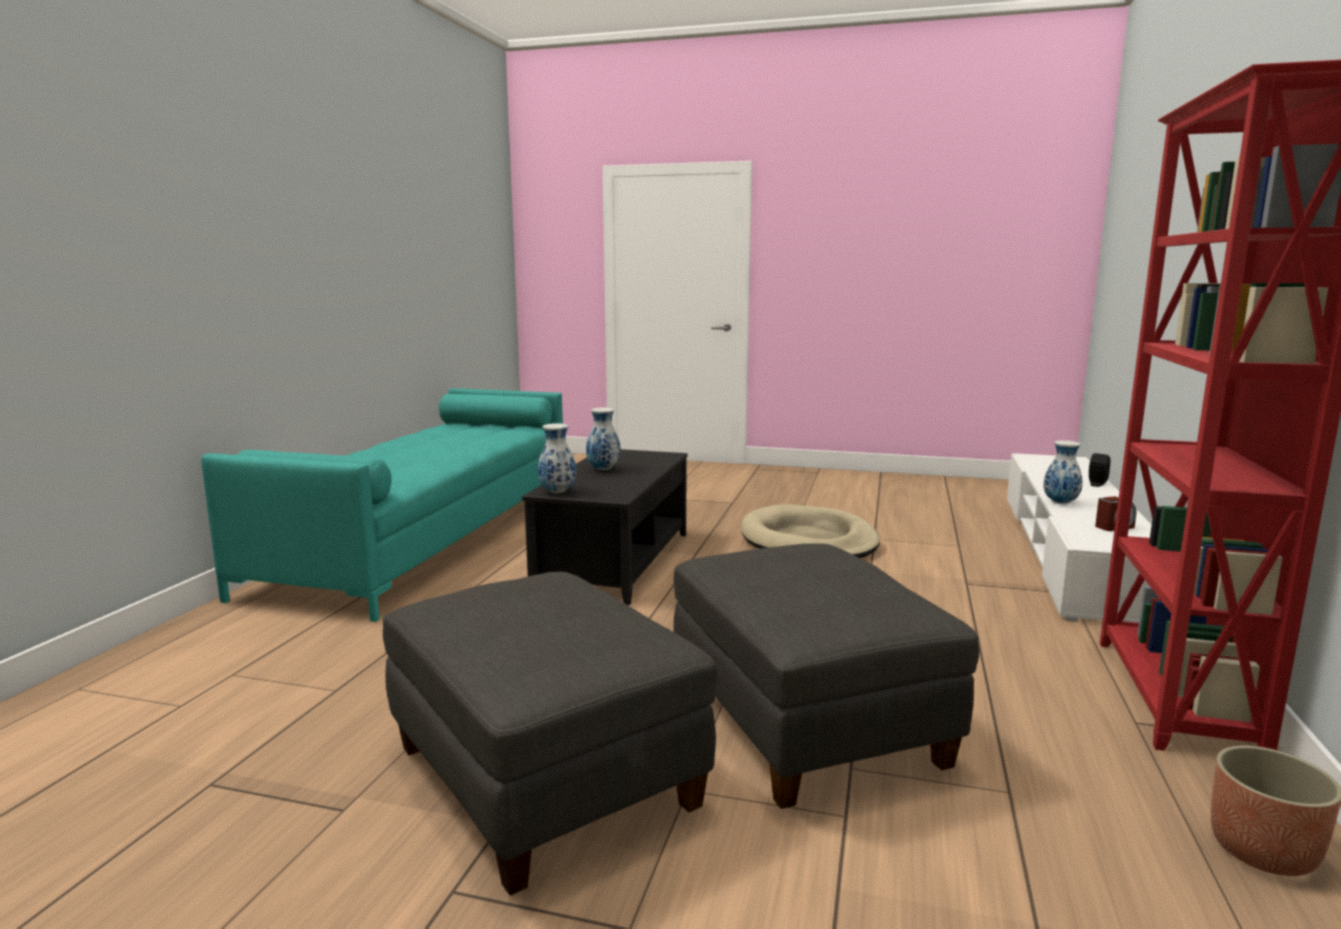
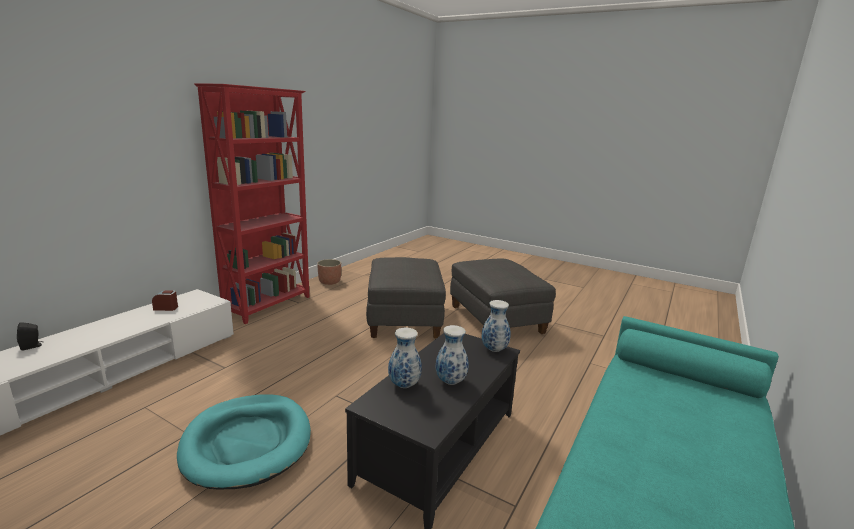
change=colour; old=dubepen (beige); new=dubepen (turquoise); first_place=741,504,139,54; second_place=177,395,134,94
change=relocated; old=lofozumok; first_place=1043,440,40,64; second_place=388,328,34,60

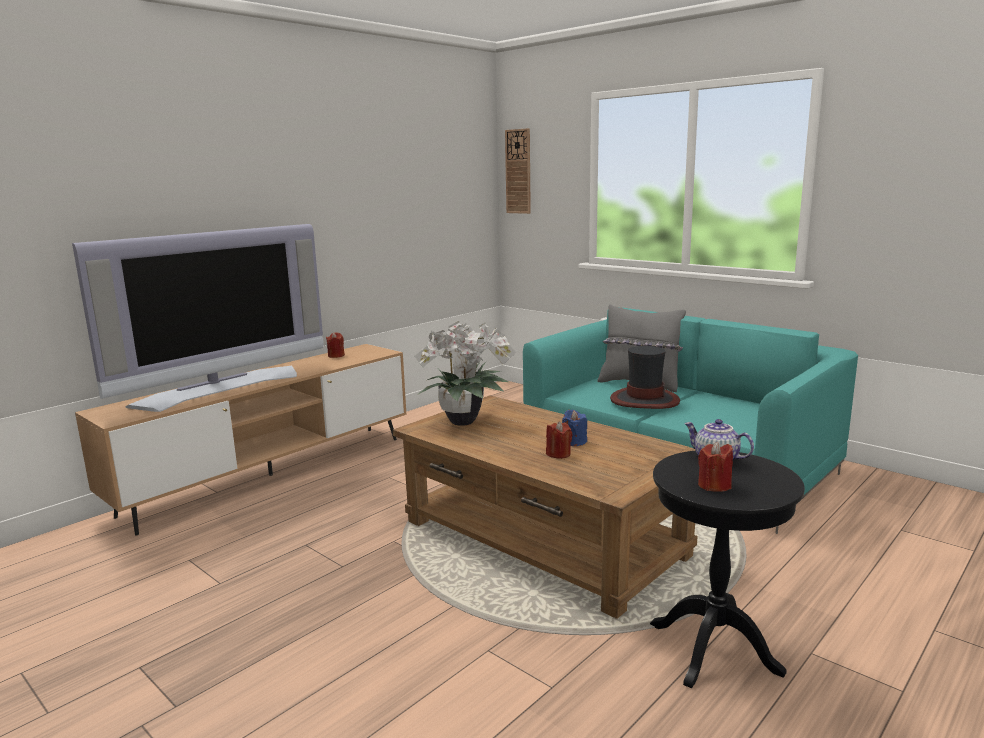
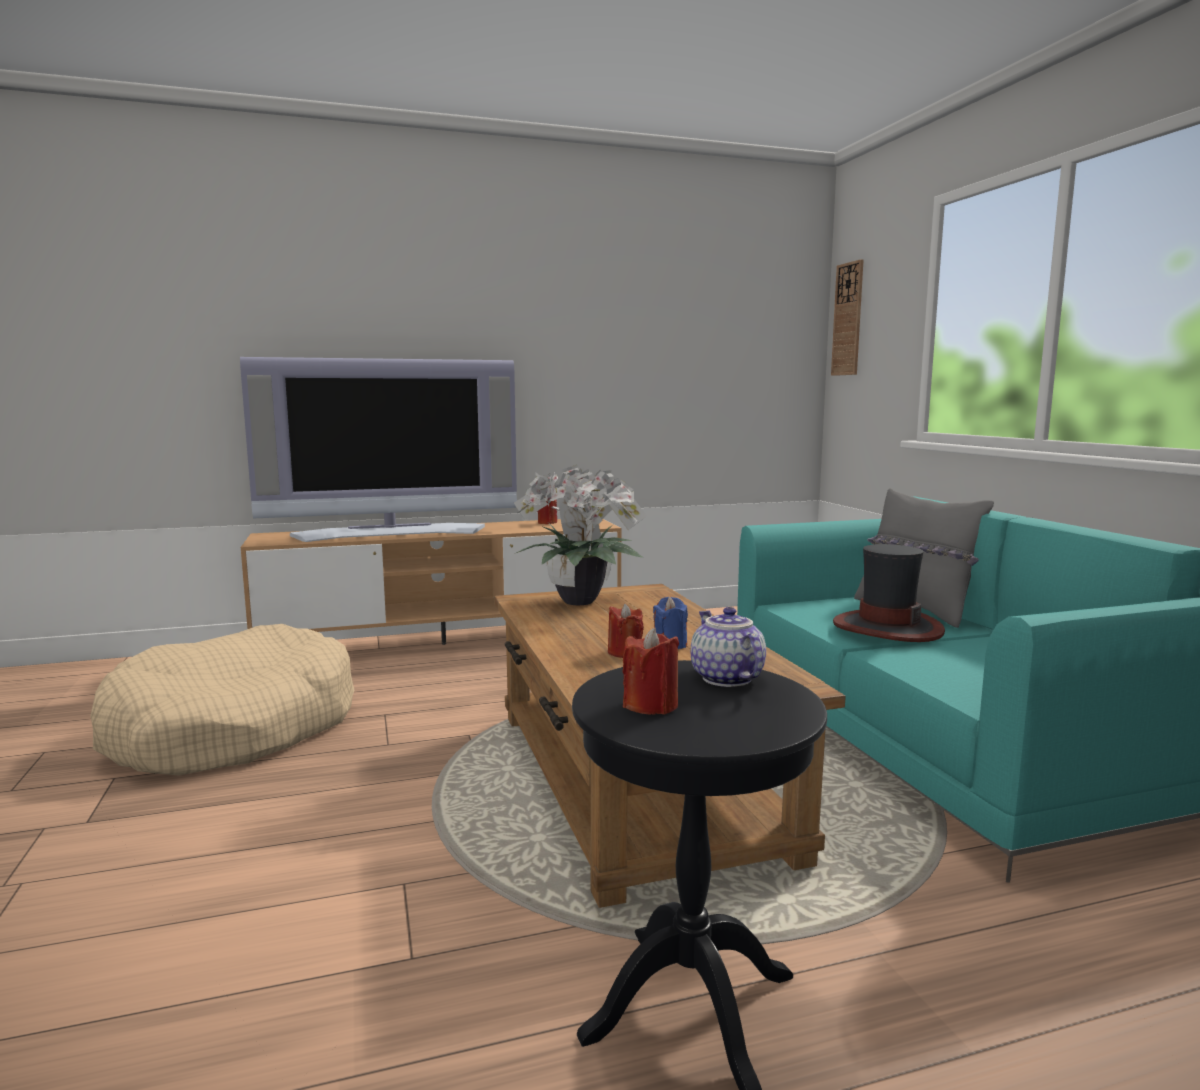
change=appeared; new=dubepen (beige); second_place=90,624,265,152

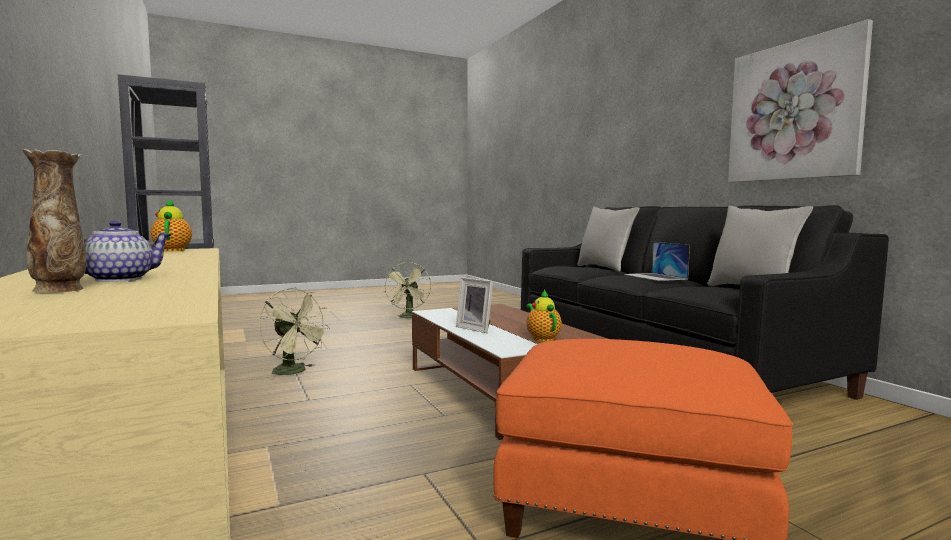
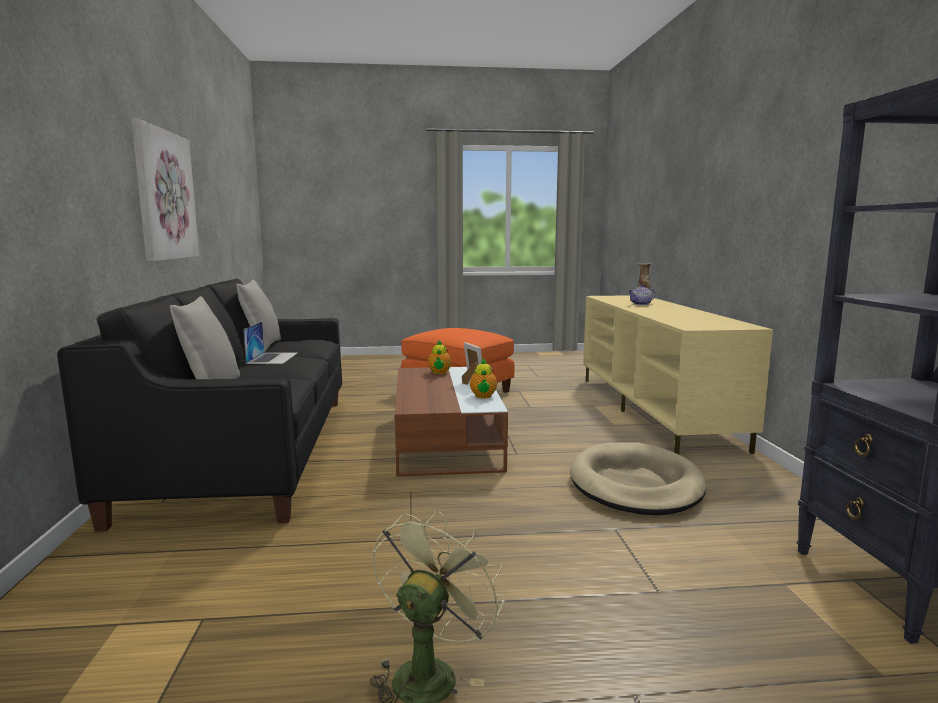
change=relocated; old=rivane; first_place=151,199,41,53; second_place=470,358,27,41
change=exchanged; old=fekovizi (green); new=dubepen (beige); first_place=259,288,71,91; second_place=570,442,136,73

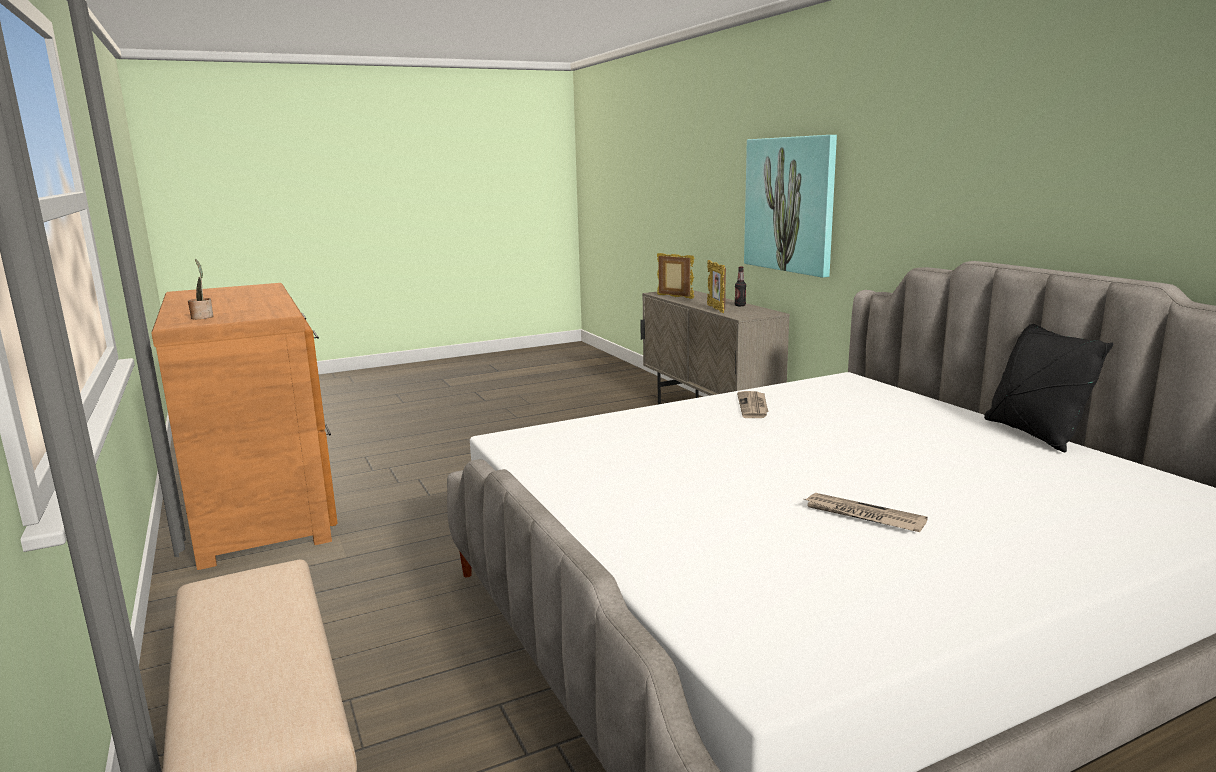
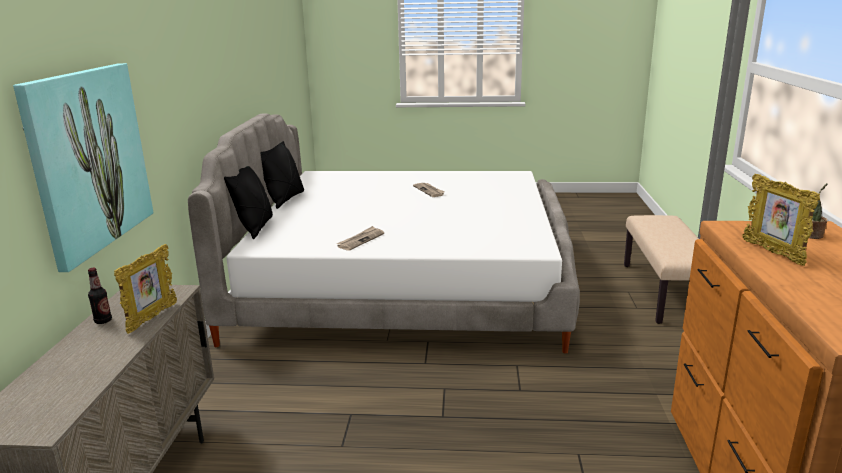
change=relocated; old=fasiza; first_place=657,253,38,46; second_place=742,174,78,92
change=appeared; new=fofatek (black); second_place=224,166,49,73

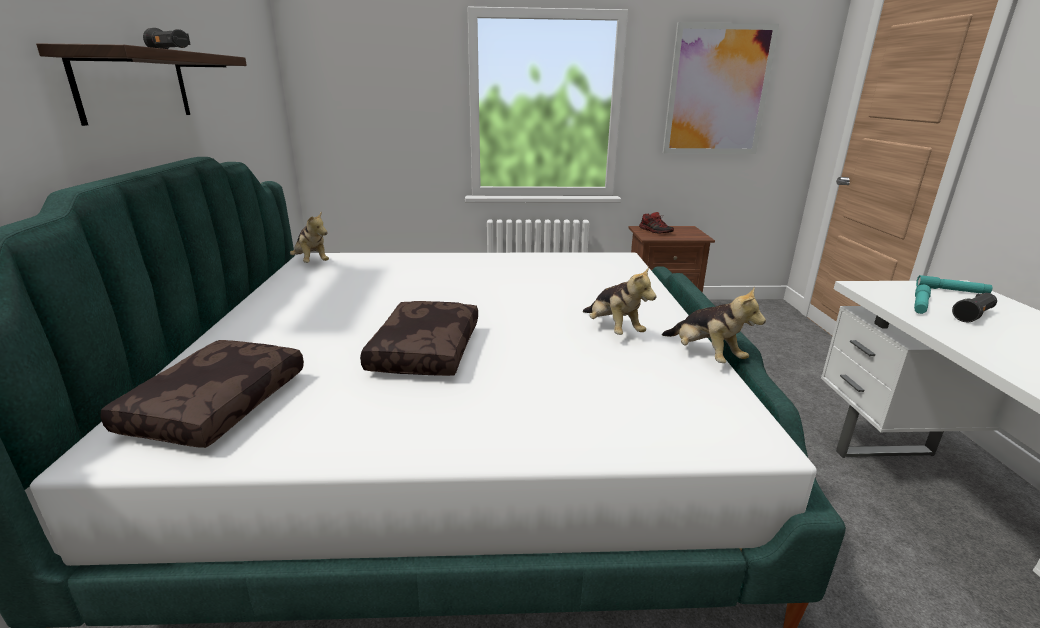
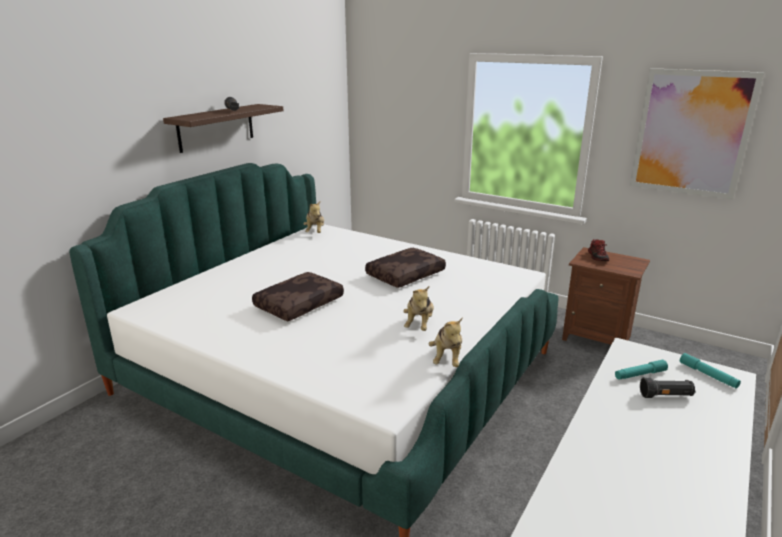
change=relocated; old=fofatek (brown); first_place=100,340,204,108; second_place=365,248,81,40

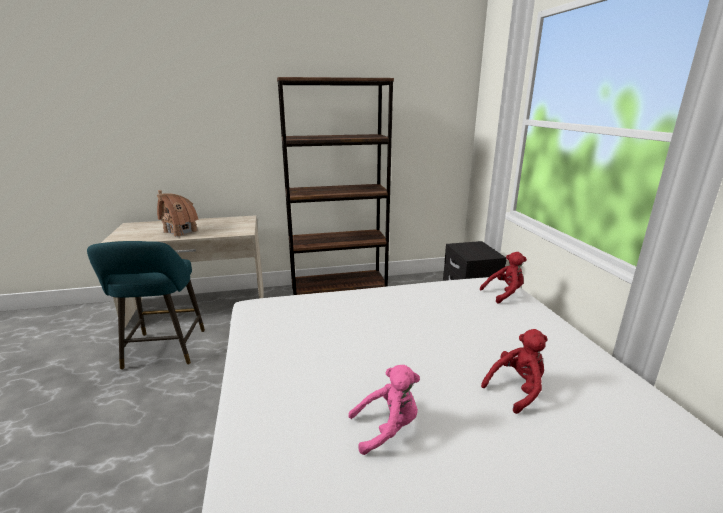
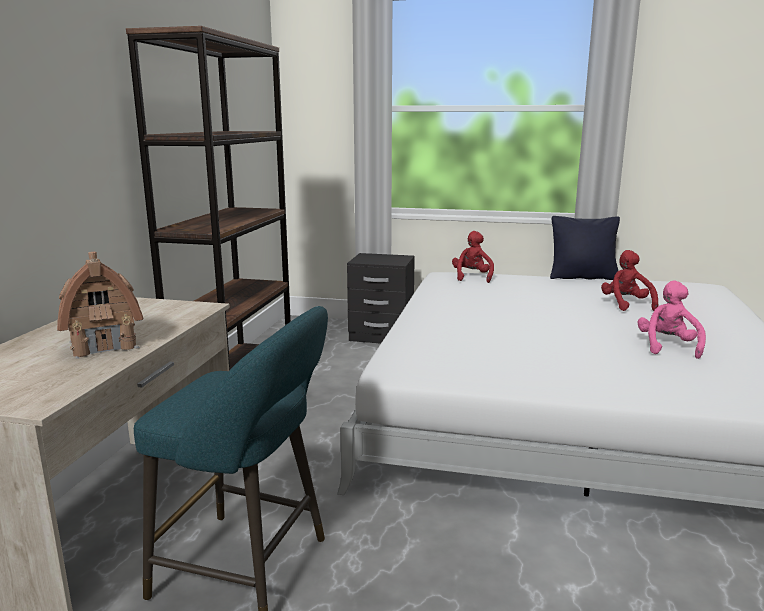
change=appeared; new=fofatek (black); second_place=550,216,70,64

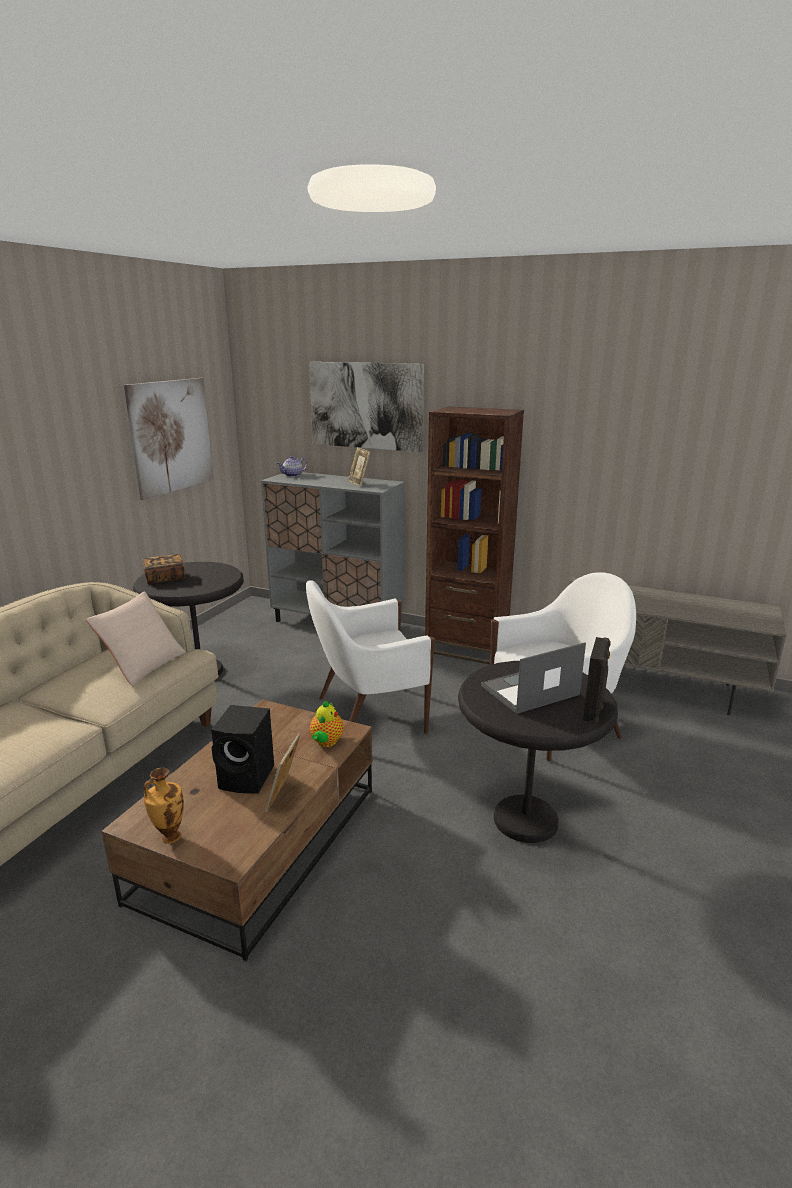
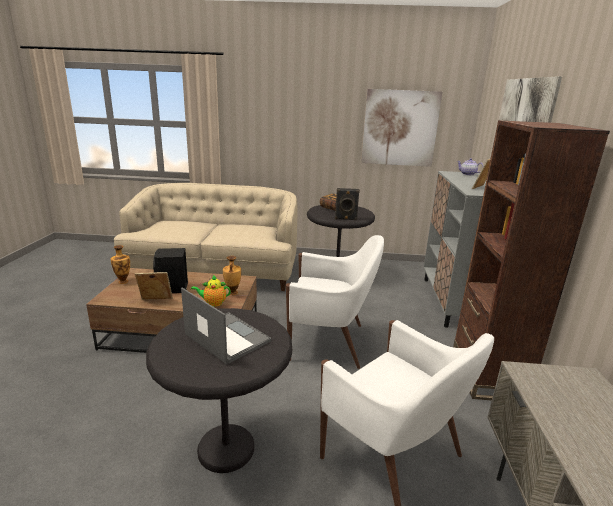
change=missing; old=fofatek (beige); first_place=86,591,100,95
change=spun; old=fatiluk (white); first_place=306,580,129,154; second_place=286,235,98,134; degrees=135
change=relocated; old=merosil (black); first_place=583,637,28,87; second_place=335,188,25,32
change=appeared; new=lofozumok; second_place=223,256,18,39

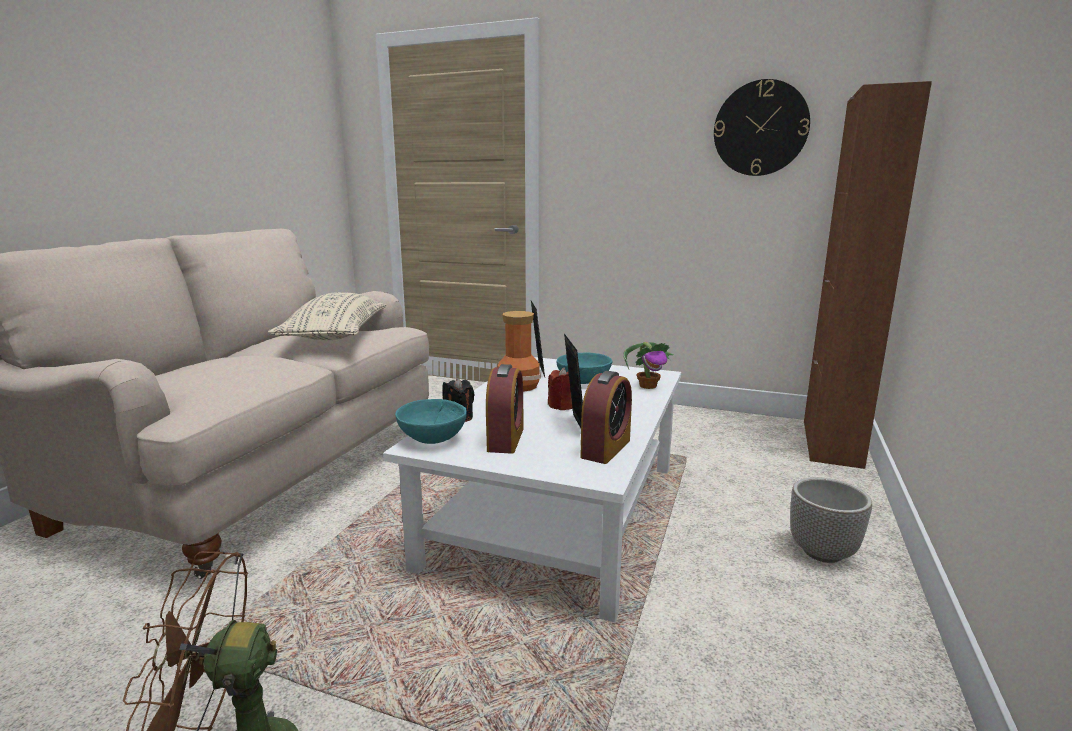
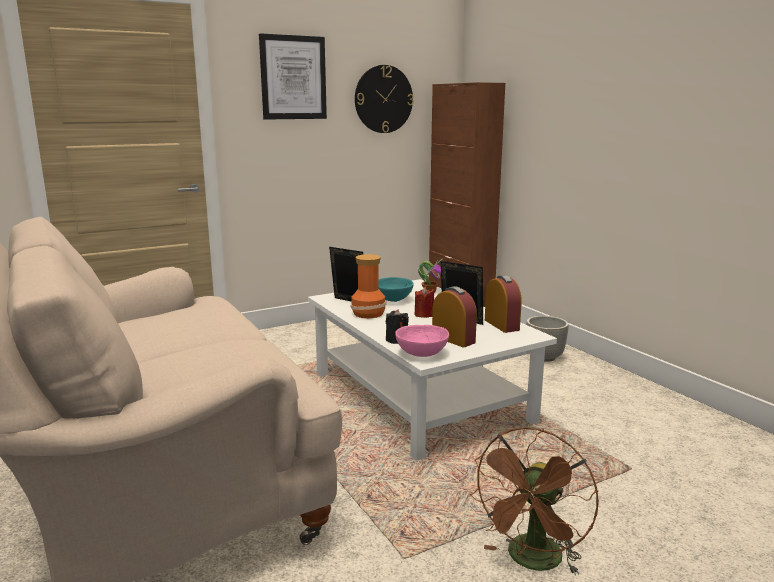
change=missing; old=fofatek (beige); first_place=268,292,119,48
change=colour; old=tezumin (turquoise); new=tezumin (pink); first_place=395,399,72,45; second_place=395,325,54,32
change=appeared; new=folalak; second_place=259,33,68,87

